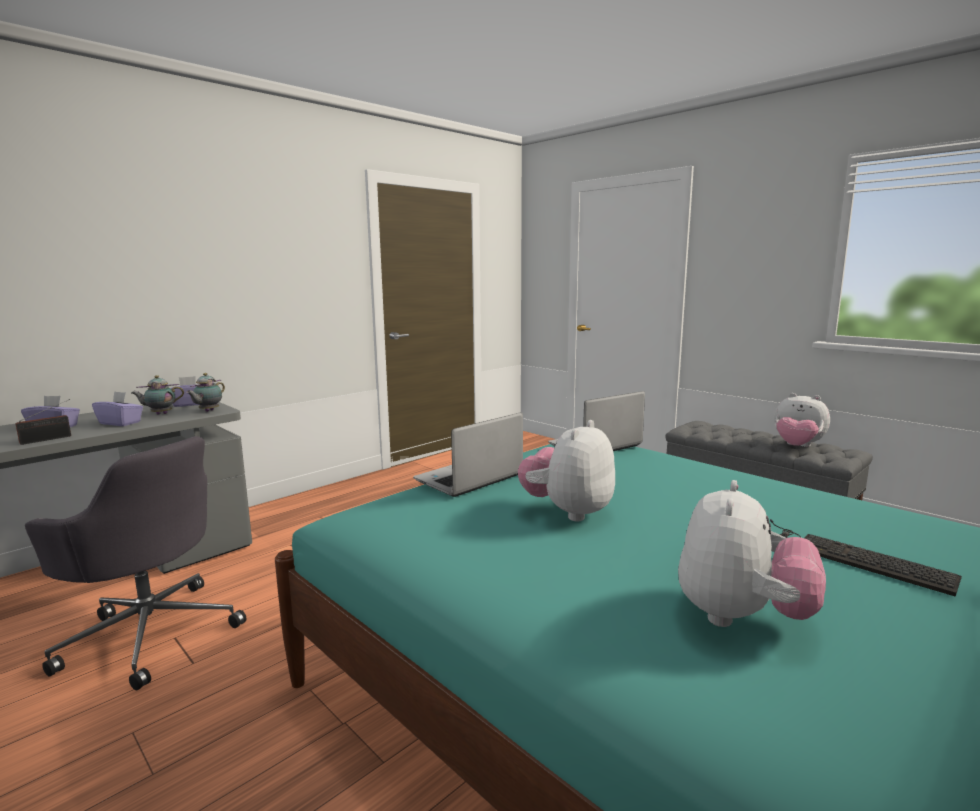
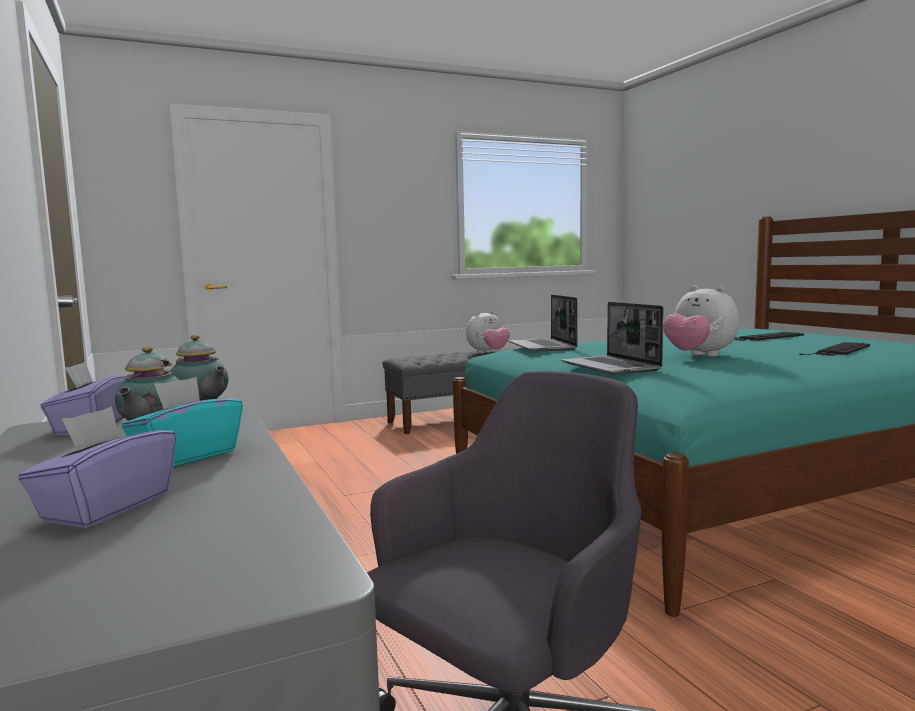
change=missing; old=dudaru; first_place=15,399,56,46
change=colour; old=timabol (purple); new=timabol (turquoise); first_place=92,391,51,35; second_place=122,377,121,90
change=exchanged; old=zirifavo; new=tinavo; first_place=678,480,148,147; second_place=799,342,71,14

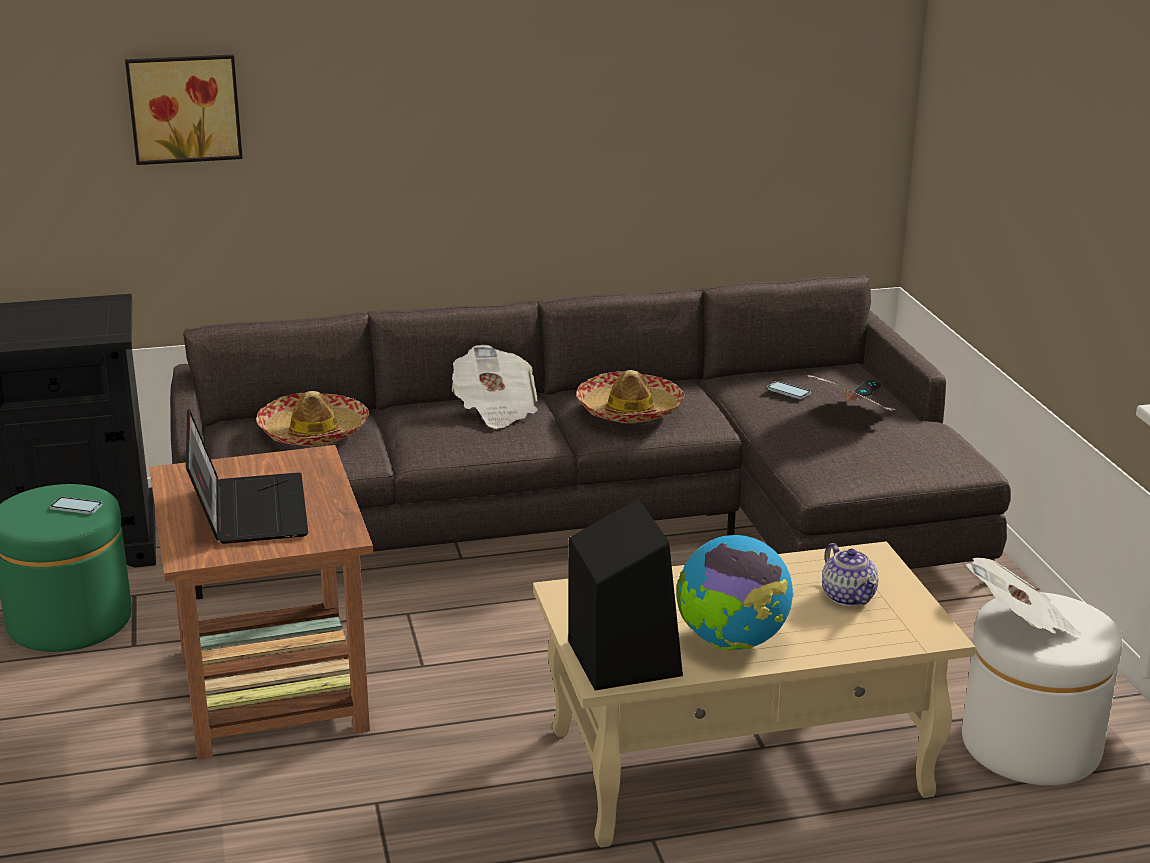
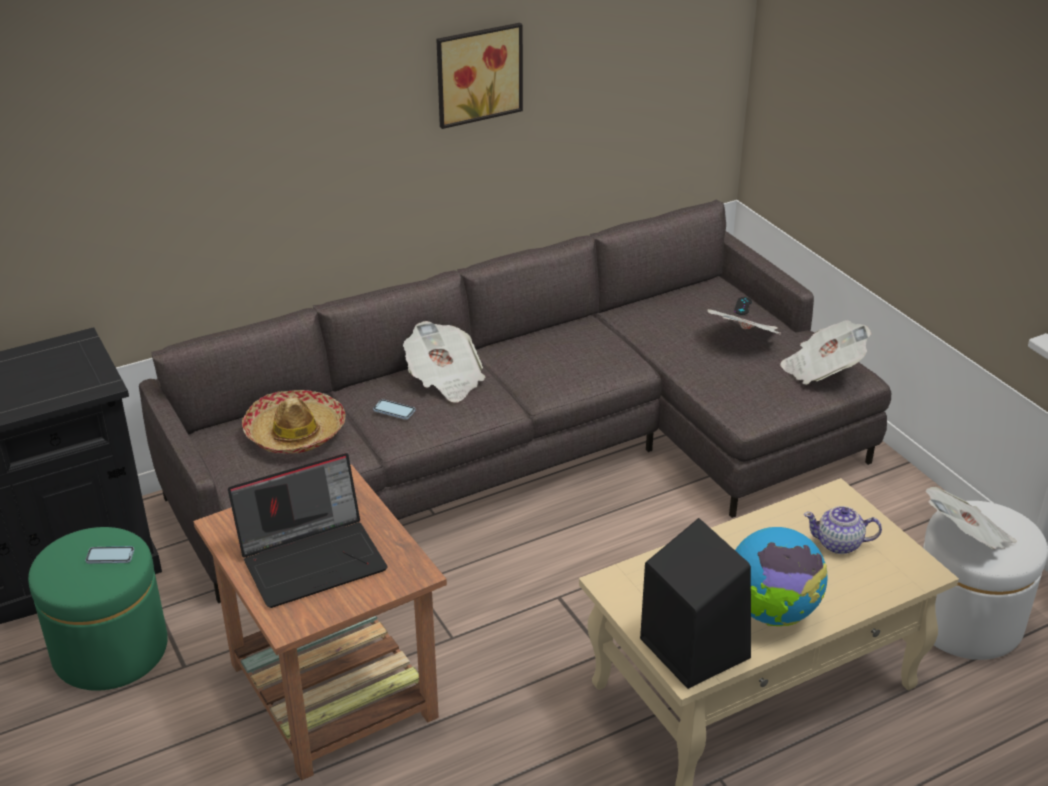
change=relocated; old=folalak; first_place=125,55,118,110; second_place=436,23,87,106
change=spun; old=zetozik; first_place=186,409,122,135; second_place=228,453,159,155; degrees=90
change=missing; old=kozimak; first_place=576,370,108,53
change=relocated; old=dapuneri; first_place=767,381,44,18; second_place=373,399,42,21
change=spun; old=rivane; first_place=822,543,56,63; second_place=804,506,78,48; degrees=135
change=appeared; new=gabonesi; second_place=780,320,92,65

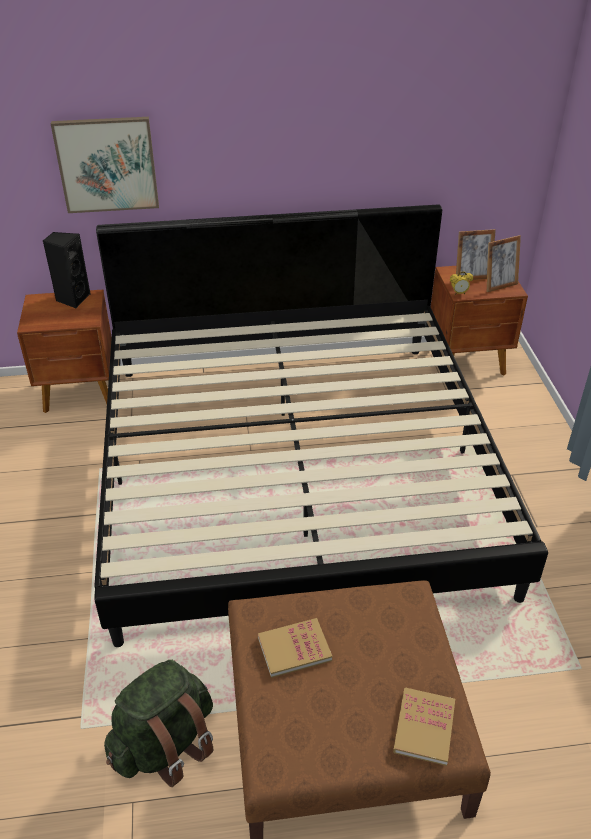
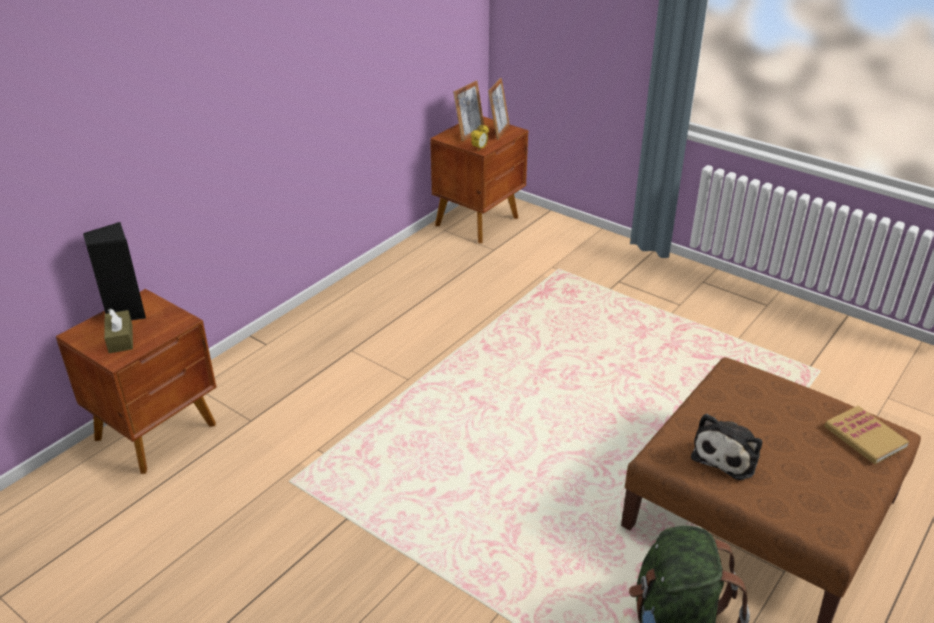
change=missing; old=folalak; first_place=51,117,108,96
change=missing; old=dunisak; first_place=94,204,454,443
change=exchanged; old=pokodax; new=zirifavo; first_place=258,618,74,60; second_place=691,414,71,66
change=appeared; new=timabol (brown); second_place=104,309,29,44

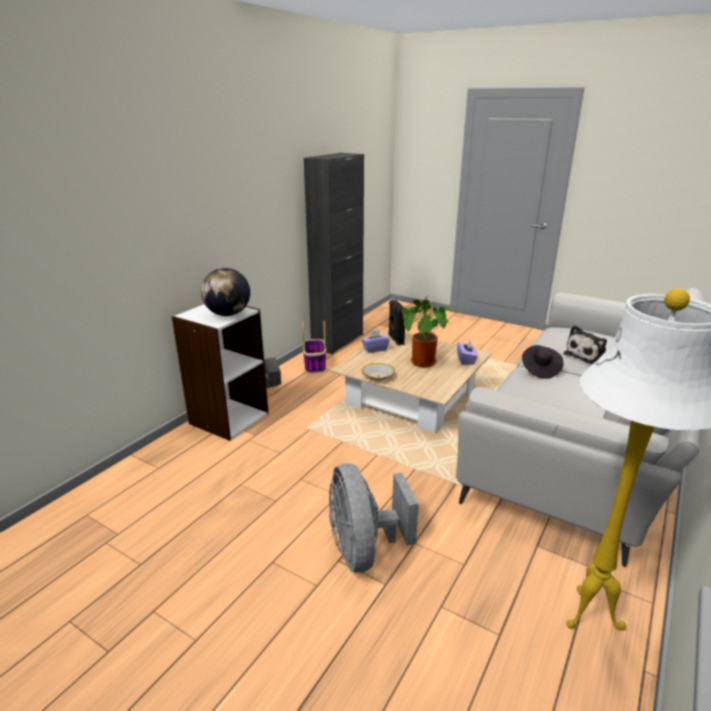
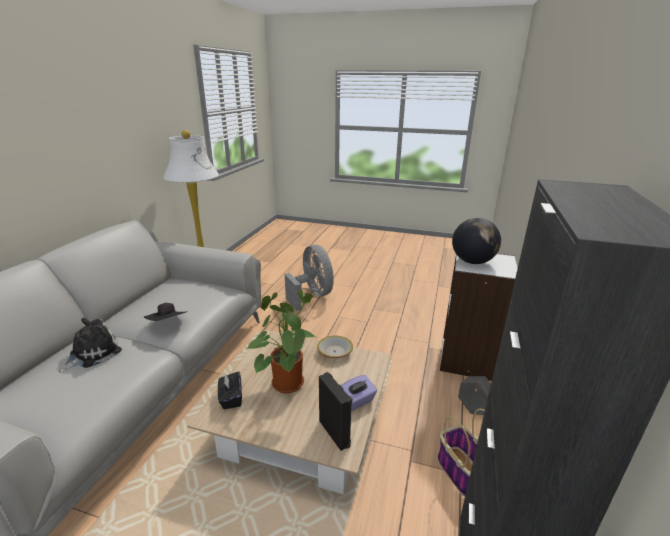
change=colour; old=timabol (purple); new=timabol (black); first_place=457,341,21,23; second_place=218,371,24,38

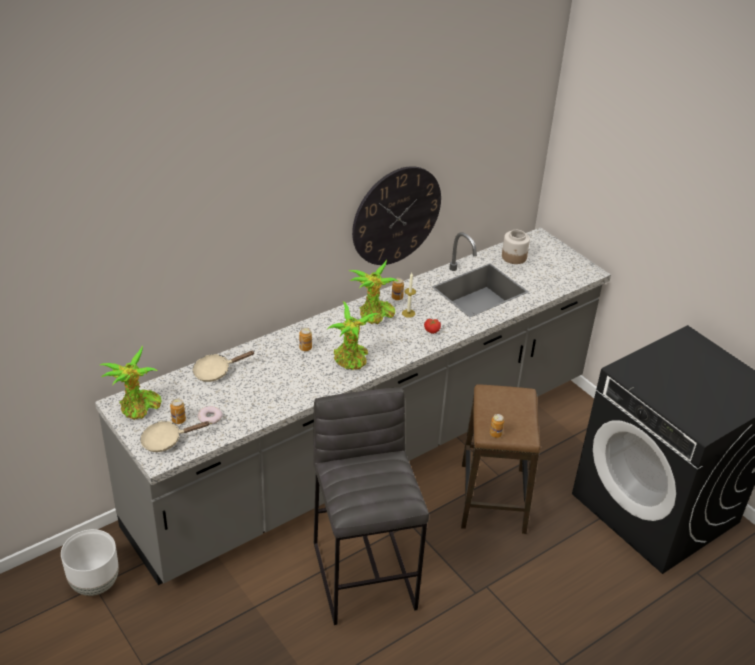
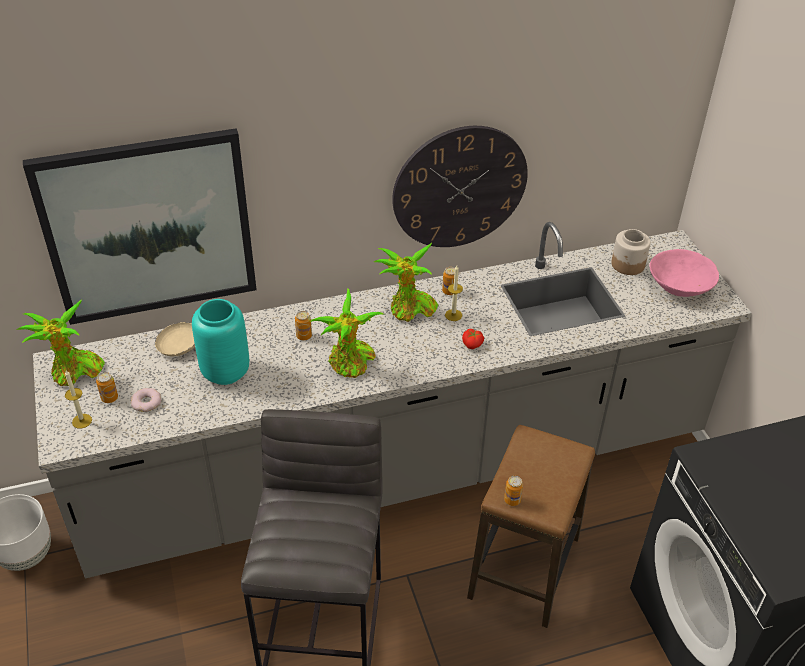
change=exchanged; old=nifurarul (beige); new=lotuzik; first_place=140,421,70,31; second_place=65,370,27,59
change=appeared; new=folalak; second_place=23,128,234,197
change=appeared; new=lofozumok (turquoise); second_place=192,299,57,86
change=appeared; new=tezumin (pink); second_place=650,249,69,48

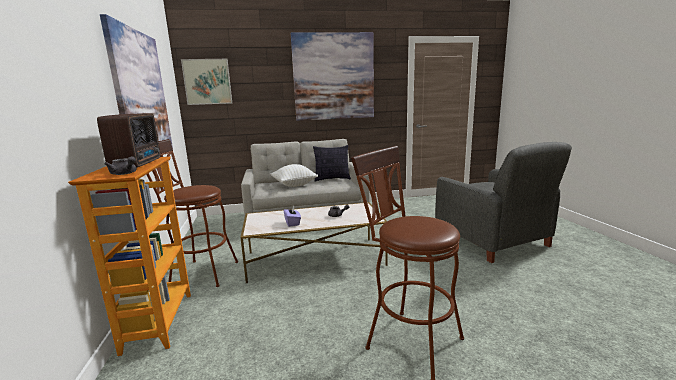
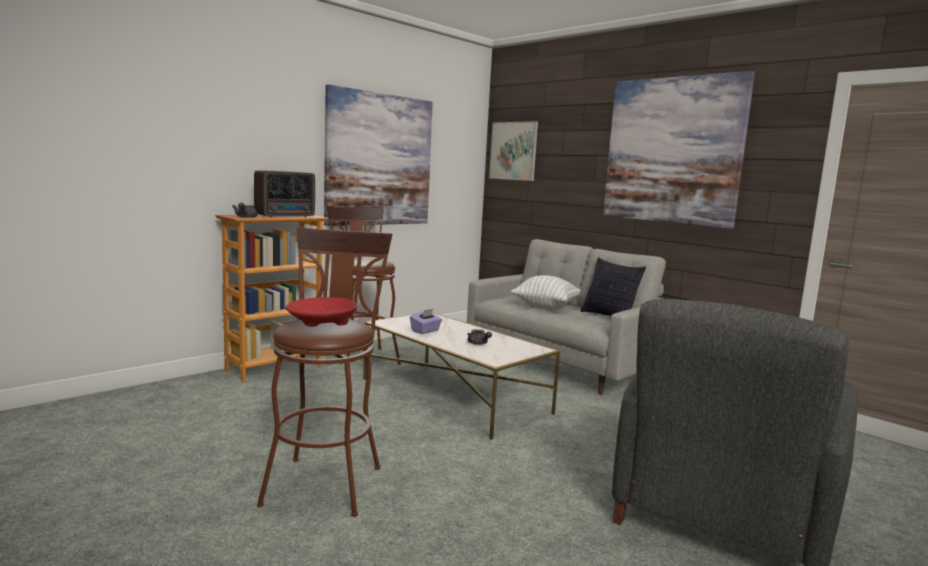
change=appeared; new=tezumin (red); second_place=285,297,72,30

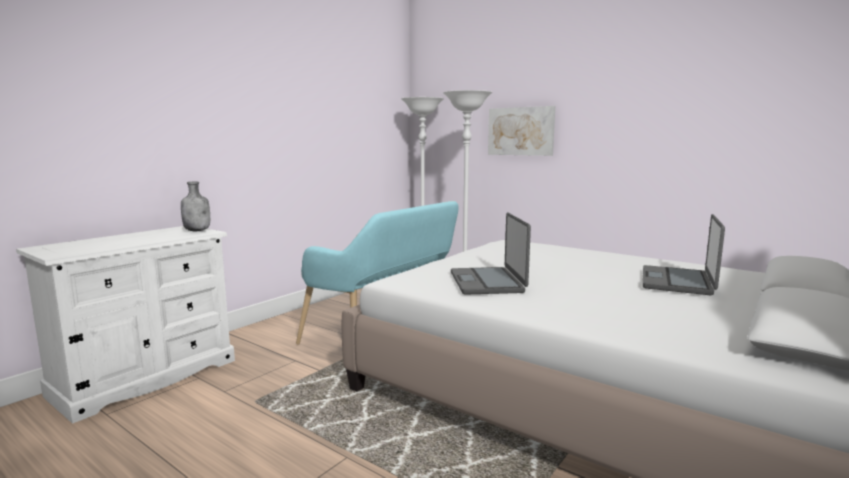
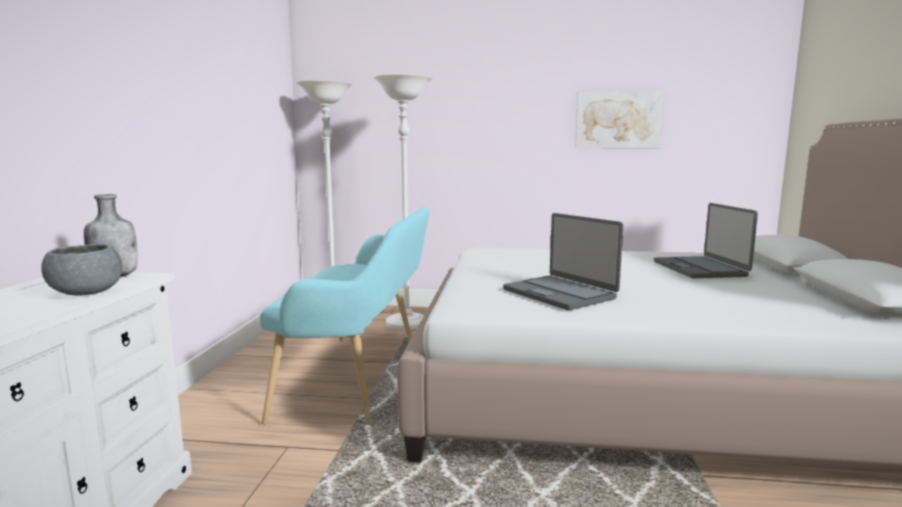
change=relocated; old=folalak; first_place=488,106,67,50; second_place=575,91,89,57
change=appeared; new=tezumin (grey); second_place=41,244,81,52

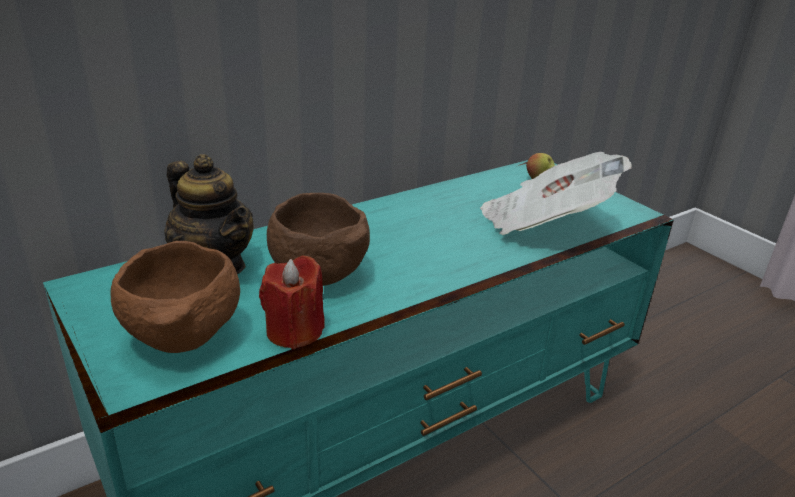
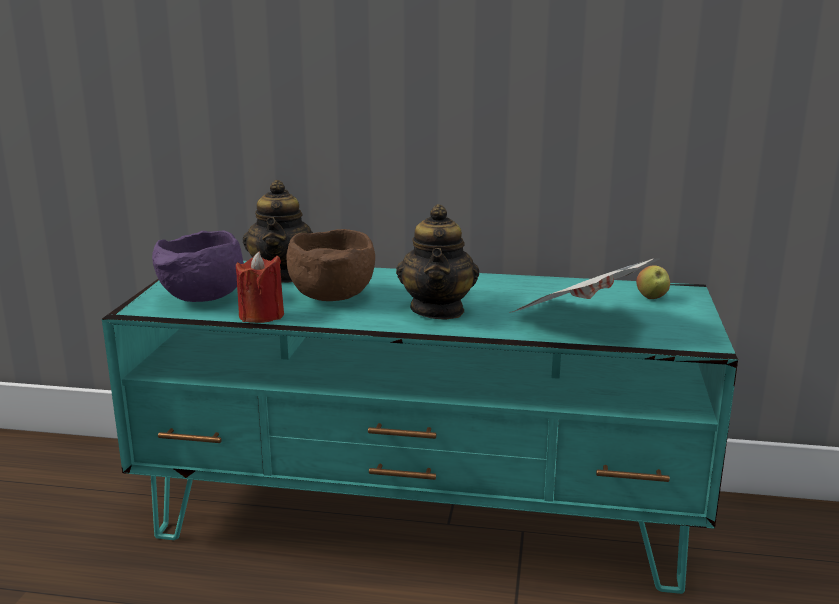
change=colour; old=tezumin (brown); new=tezumin (purple); first_place=111,241,129,112; second_place=152,230,92,72
change=appeared; new=rivane; second_place=396,204,83,115

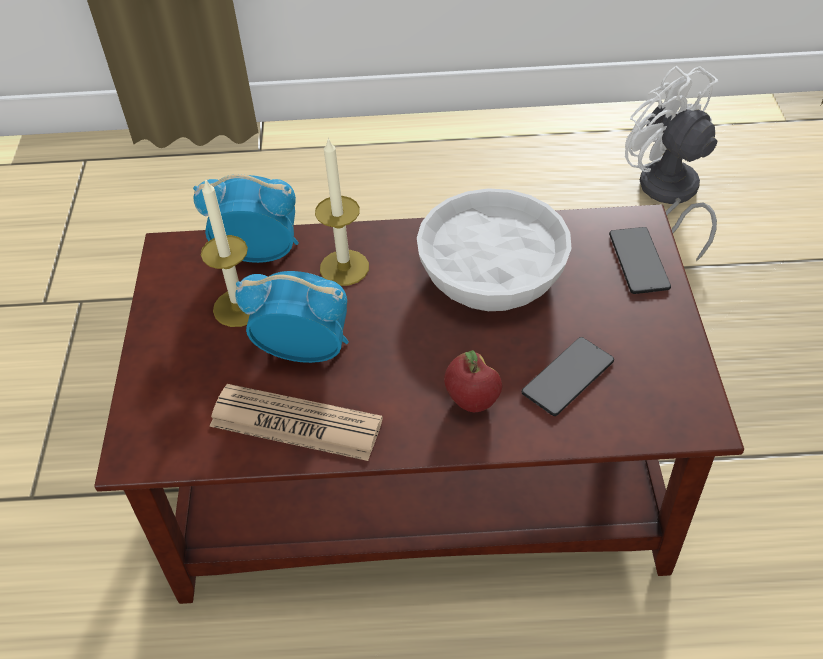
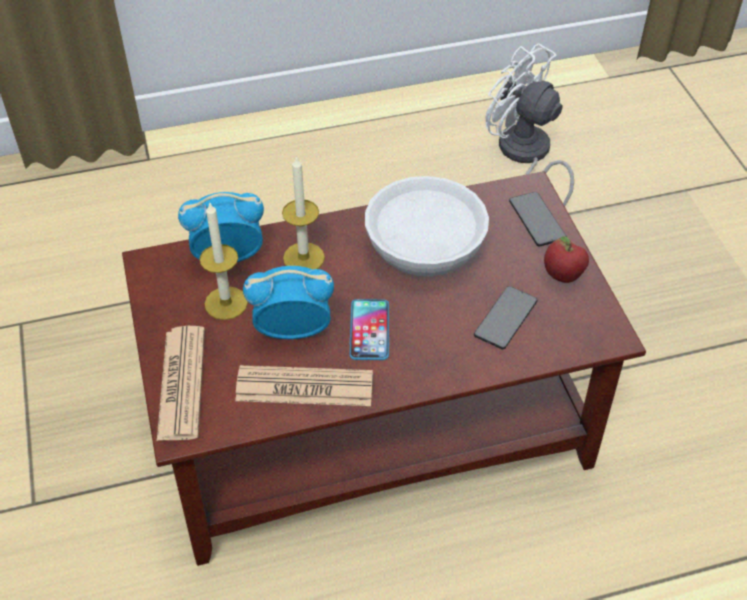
change=relocated; old=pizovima; first_place=444,350,58,62; second_place=544,236,45,47
change=appeared; new=gabonesi; second_place=157,326,48,115
change=appeared; new=dapuneri; second_place=350,299,39,61

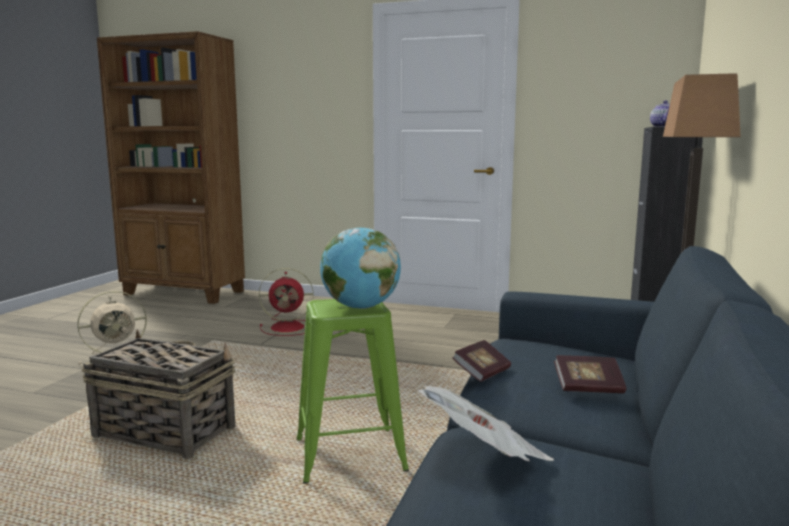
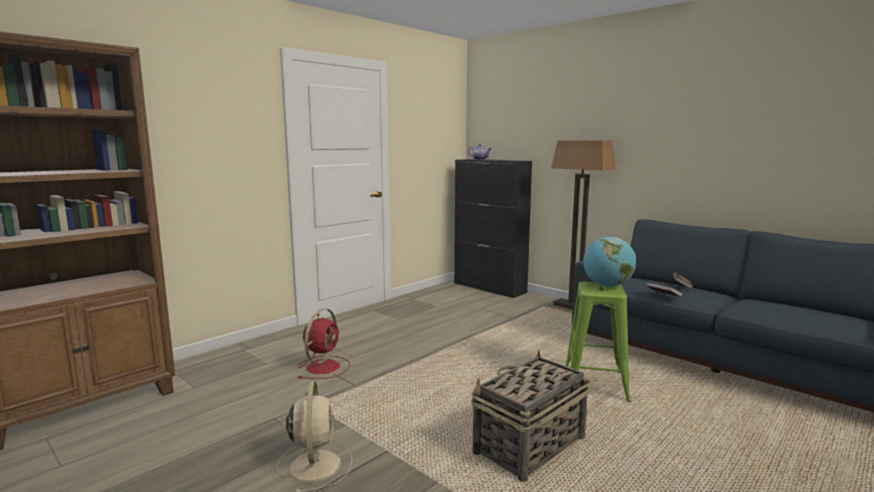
change=missing; old=gabonesi; first_place=417,386,137,75

